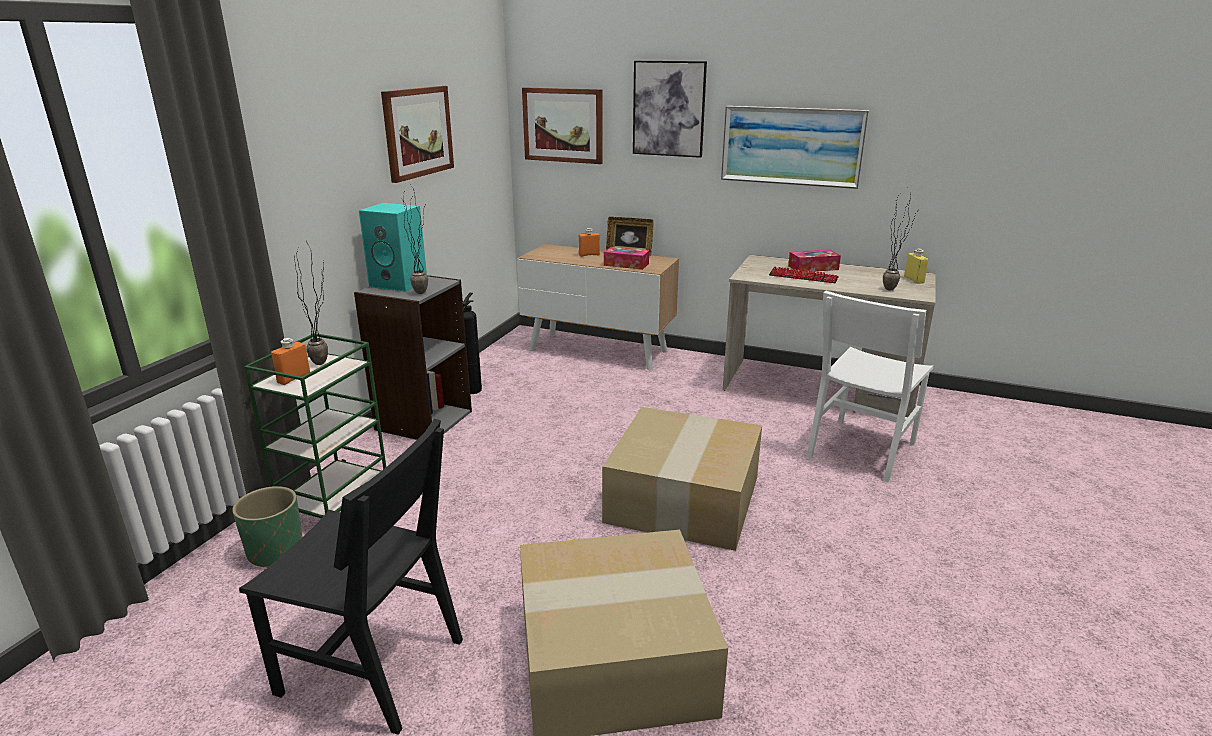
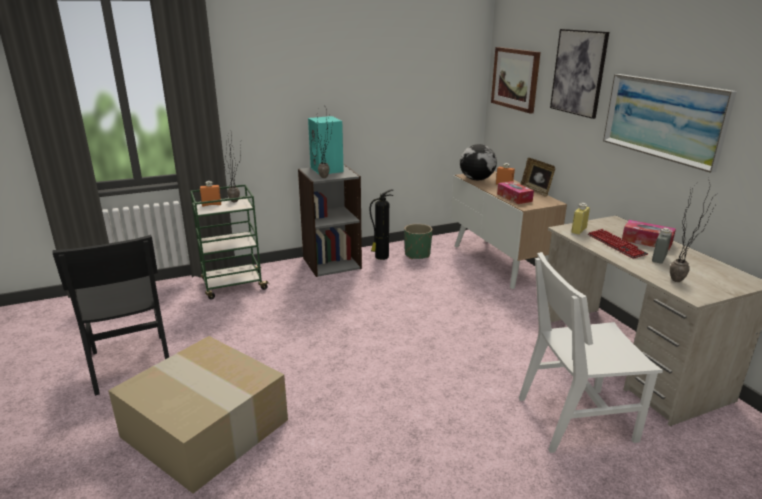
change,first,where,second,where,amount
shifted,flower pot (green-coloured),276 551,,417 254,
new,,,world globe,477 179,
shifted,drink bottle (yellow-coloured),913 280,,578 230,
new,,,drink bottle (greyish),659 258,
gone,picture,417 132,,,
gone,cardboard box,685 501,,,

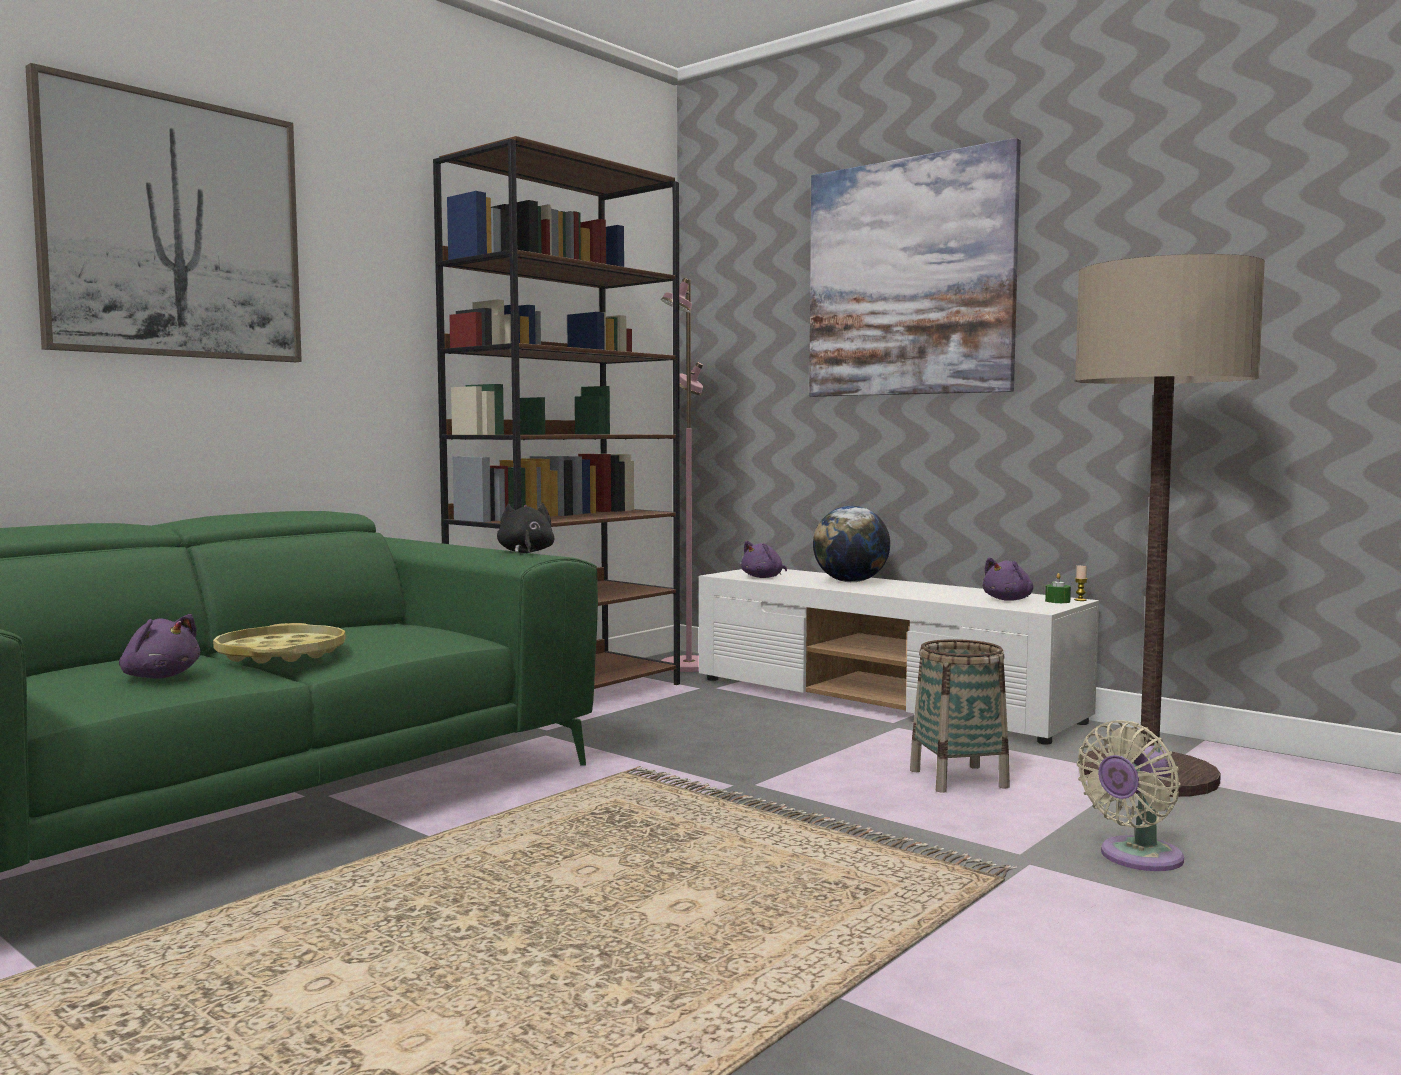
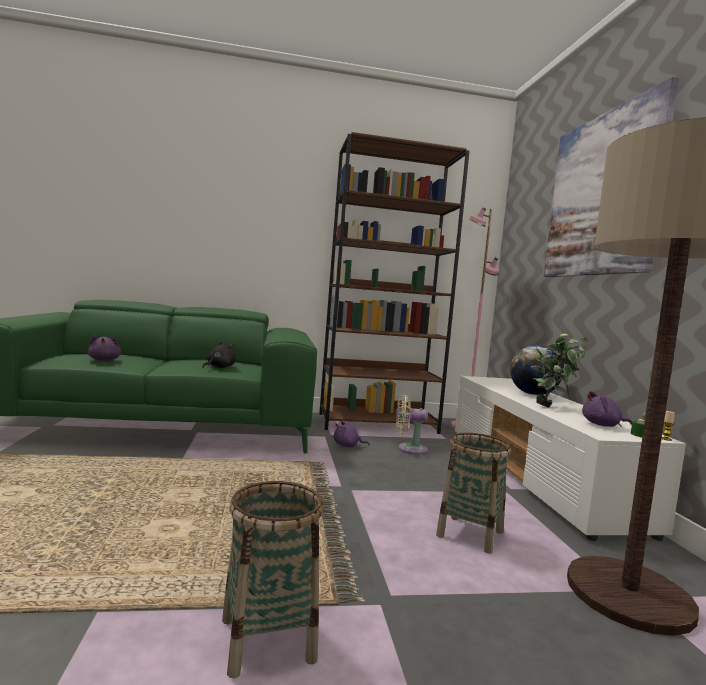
change,first,where,second,where,amount
shifted,cuddly toy (black-coloured),525 552,,219 367,
new,,,storage basket,268 639,
shifted,cuddly toy (purple),764 577,,347 446,
shifted,fan (beige-coloured),1136 858,,409 449,
new,,,houseplant,553 407,
gone,picture,173 228,,,
gone,serving tray (yellow-coloured),281 654,,,

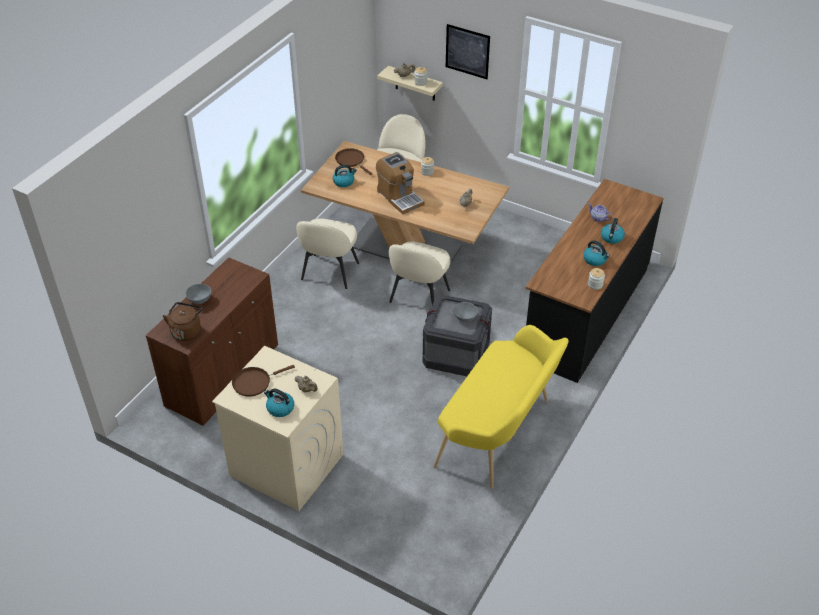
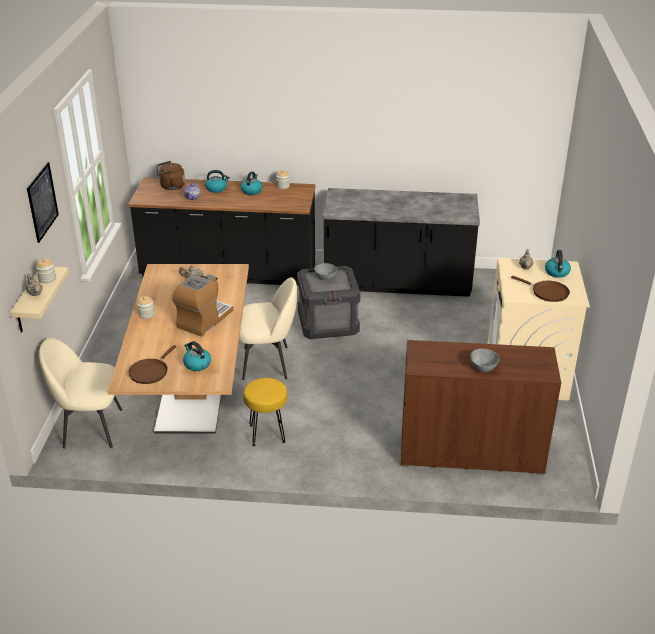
change,first,where,second,where,amount
shifted,kettle (brownish),186 331,,171 186,
swapped,plain chair (beige-coloured),329 272,stool seat (yellow-coloured),267 434,
swapped,bench (yellow-coloured),499 434,kitchen base unit (black-coloured),397 284,

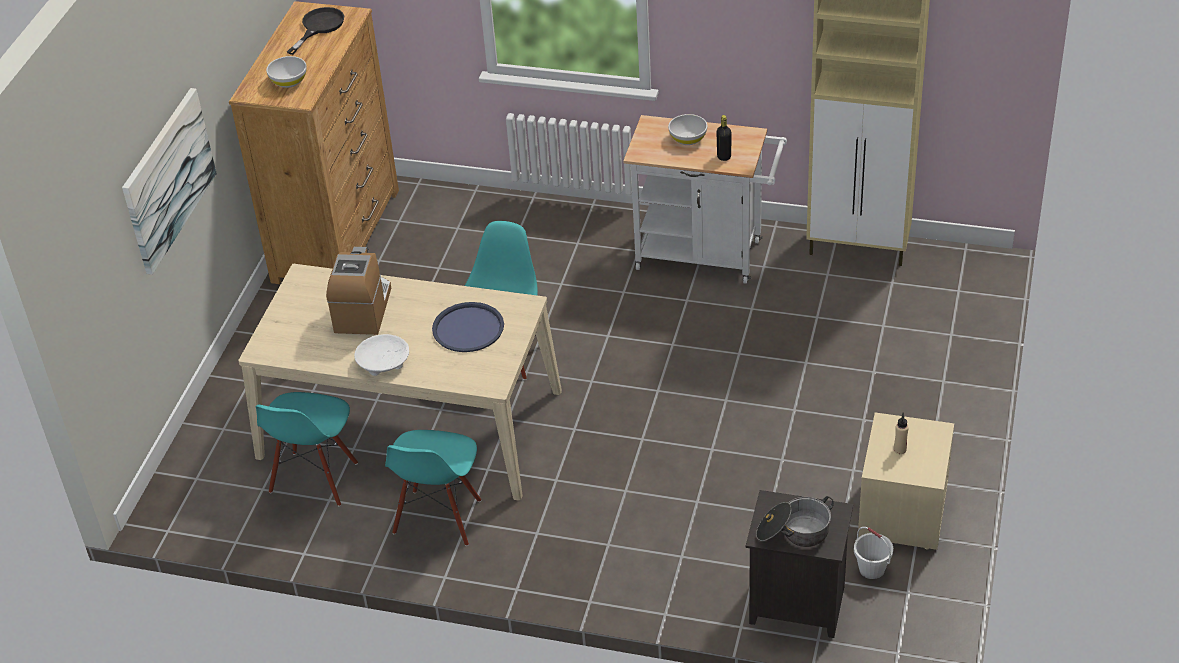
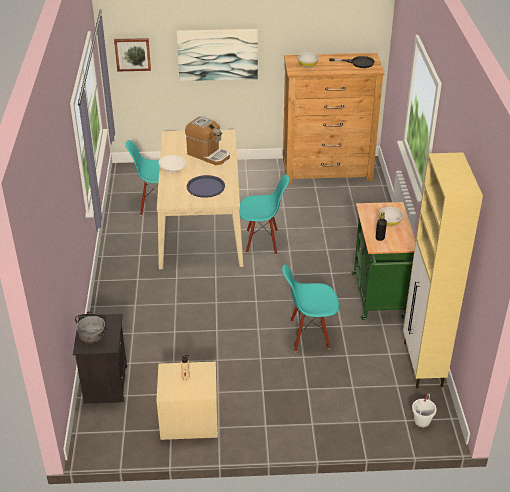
change,first,where,second,where,amount
new,,,picture,132 54,
rotated,coffee machine,363 310,,208 155,45 degrees clockwise
shifted,plain chair (blue-green),438 518,,309 335,
repainted,trolley (white),707 255,trolley (green-coloured),379 299,
shifted,water bucket (white),872 569,,422 421,

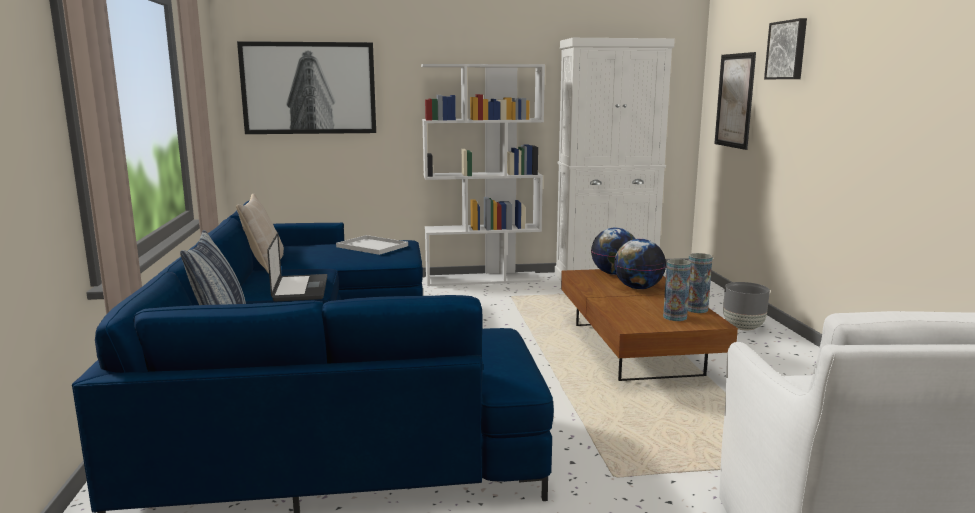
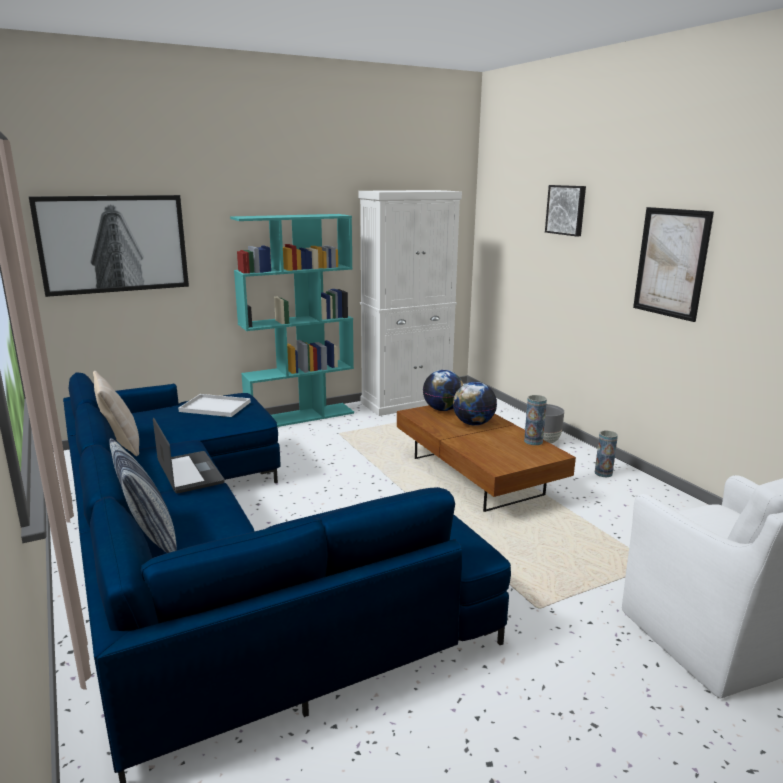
change,first,where,second,where,amount
repainted,bookcase (white),483 279,bookcase (blue-green),300 416,
shifted,flower vase,675 317,,603 473,
shifted,picture,735 100,,671 263,

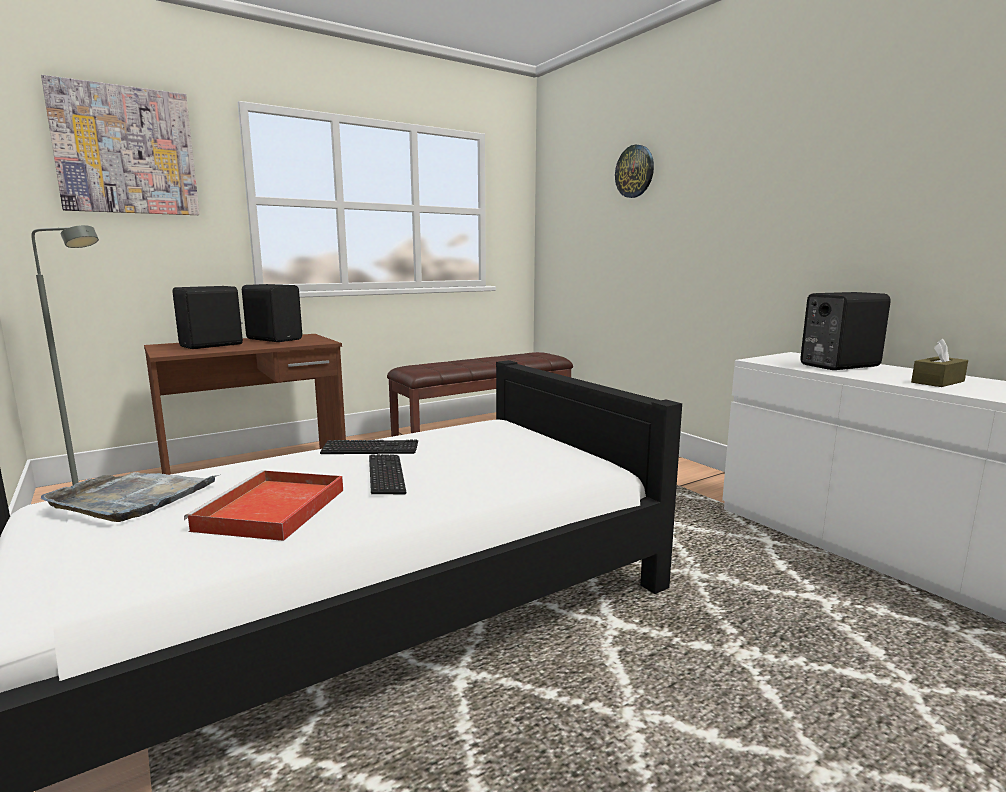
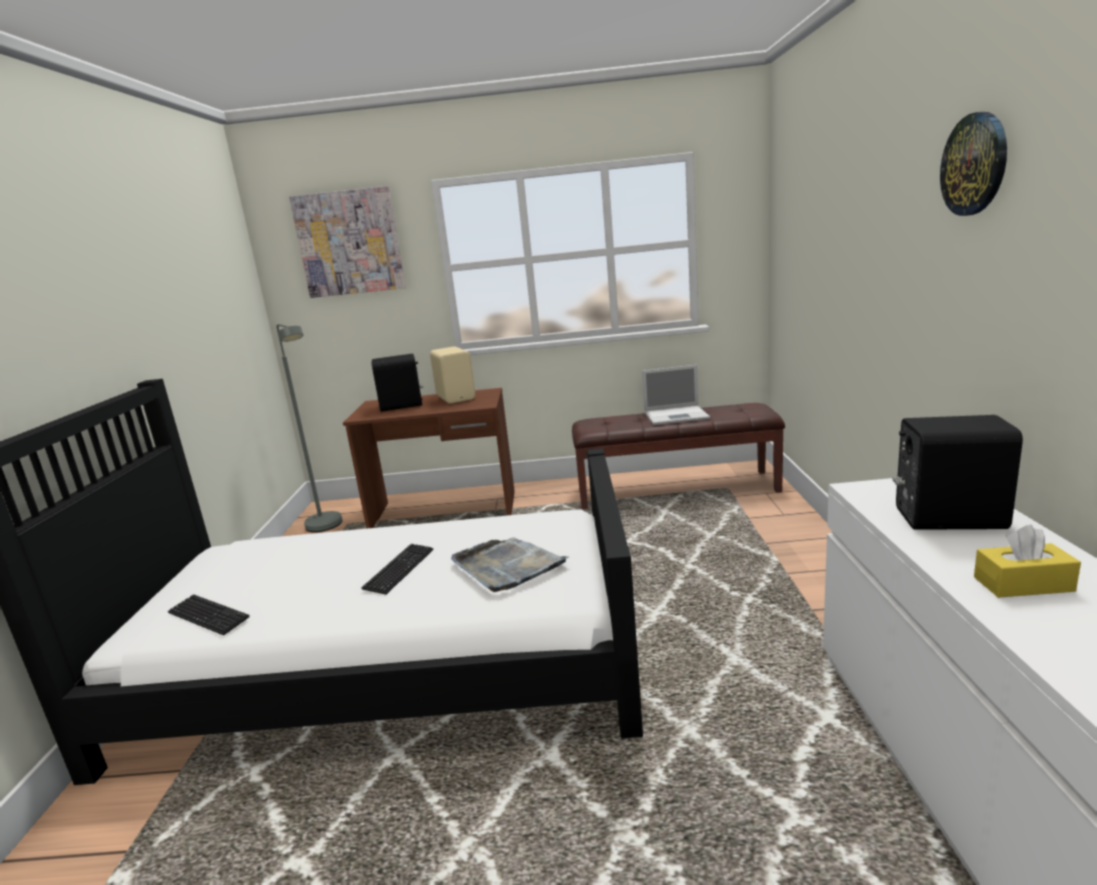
change,first,where,second,where,amount
shifted,computer keyboard,370 449,,208 616,
repainted,loudspeaker (black-coloured),275 339,loudspeaker (beige-coloured),457 397,
shifted,serving tray (greyish),132 498,,507 566,
new,,,laptop,677 415,
shifted,wall clock,635 171,,974 164,
repainted,box of tissues (brownish),937 382,box of tissues (yellow-coloured),1023 584,
gone,serving tray (red),271 510,,,

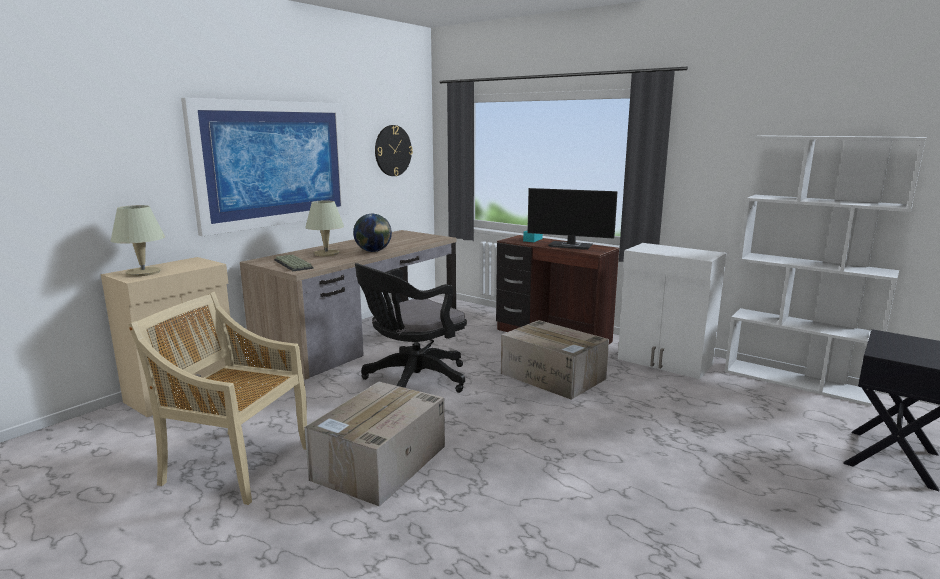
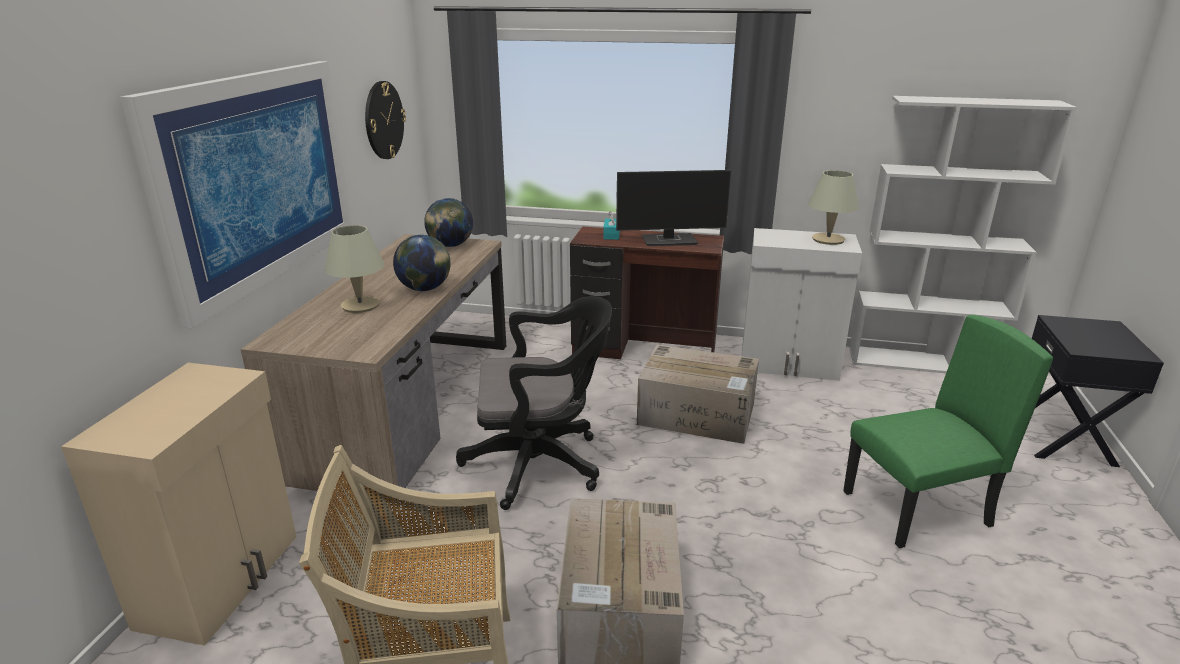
change,first,where,second,where,amount
new,,,world globe,450 245,
rotated,computer chair (black-coloured),412 380,,541 464,120 degrees counterclockwise
shifted,table lamp (beige-coloured),143 272,,827 239,
new,,,plain chair (green-coloured),917 509,
gone,computer keyboard,294 264,,,

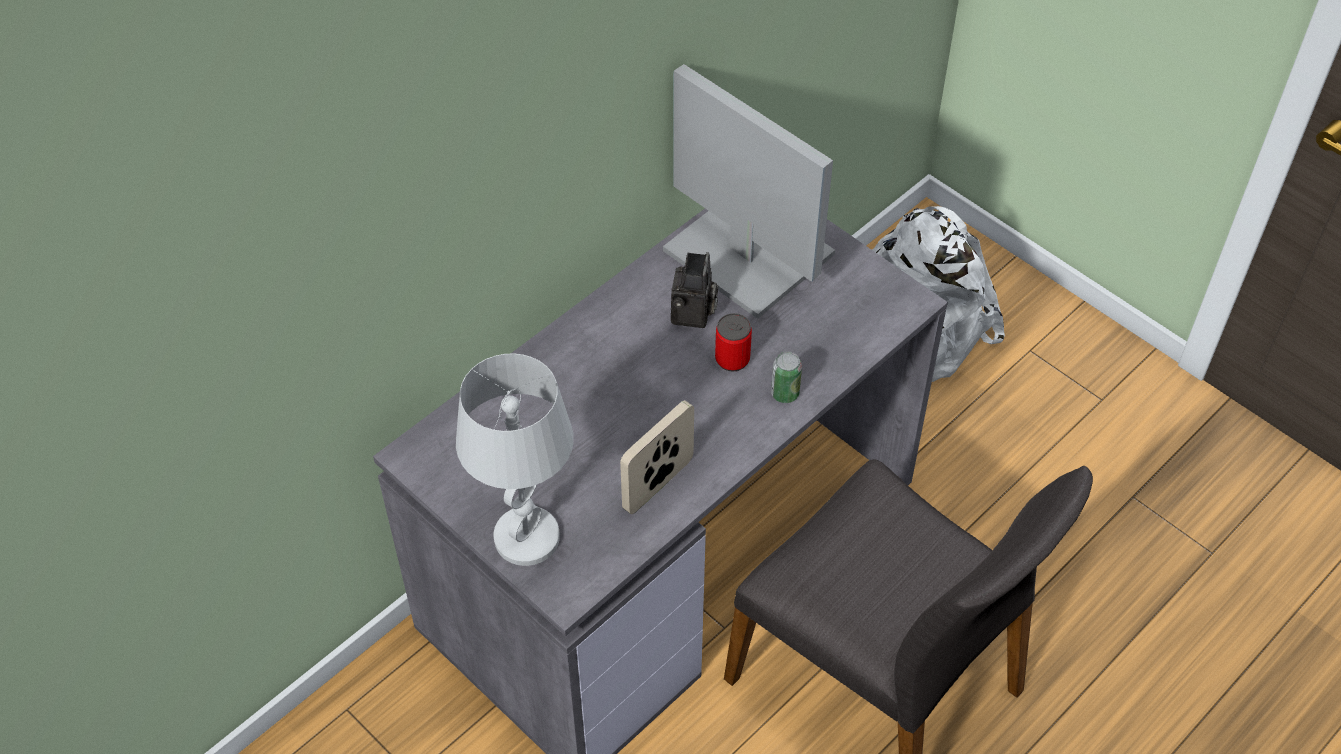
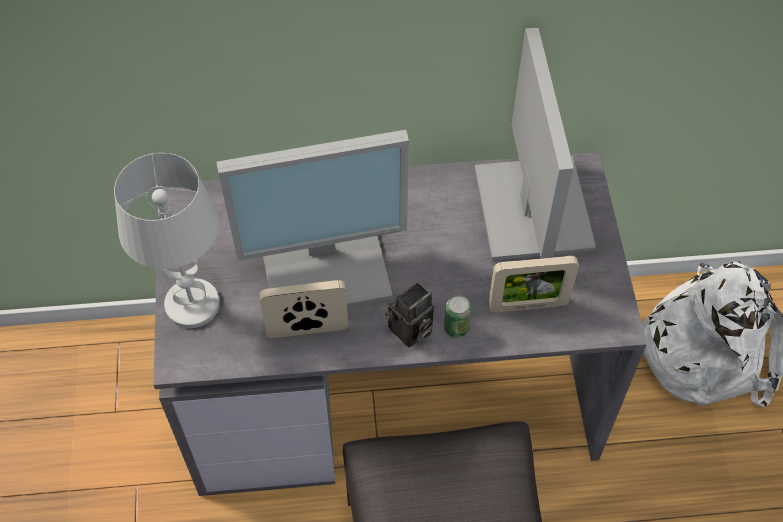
change,first,where,second,where,amount
new,,,monitor,326 262,
shifted,photo camera,693 315,,410 331,
new,,,standing frame,528 305,
gone,can,732 359,,,

